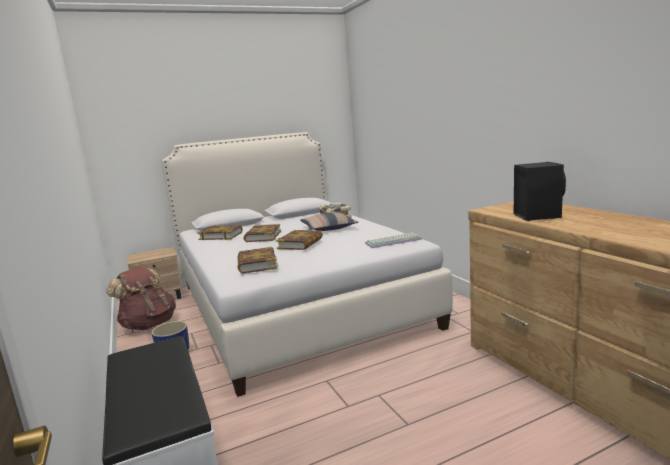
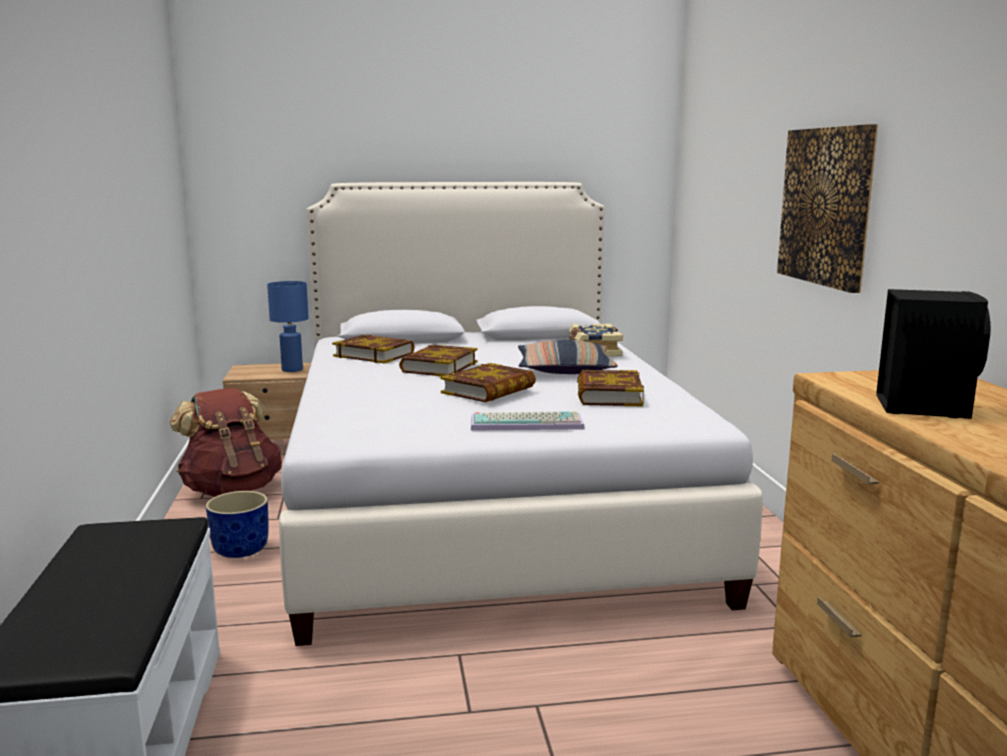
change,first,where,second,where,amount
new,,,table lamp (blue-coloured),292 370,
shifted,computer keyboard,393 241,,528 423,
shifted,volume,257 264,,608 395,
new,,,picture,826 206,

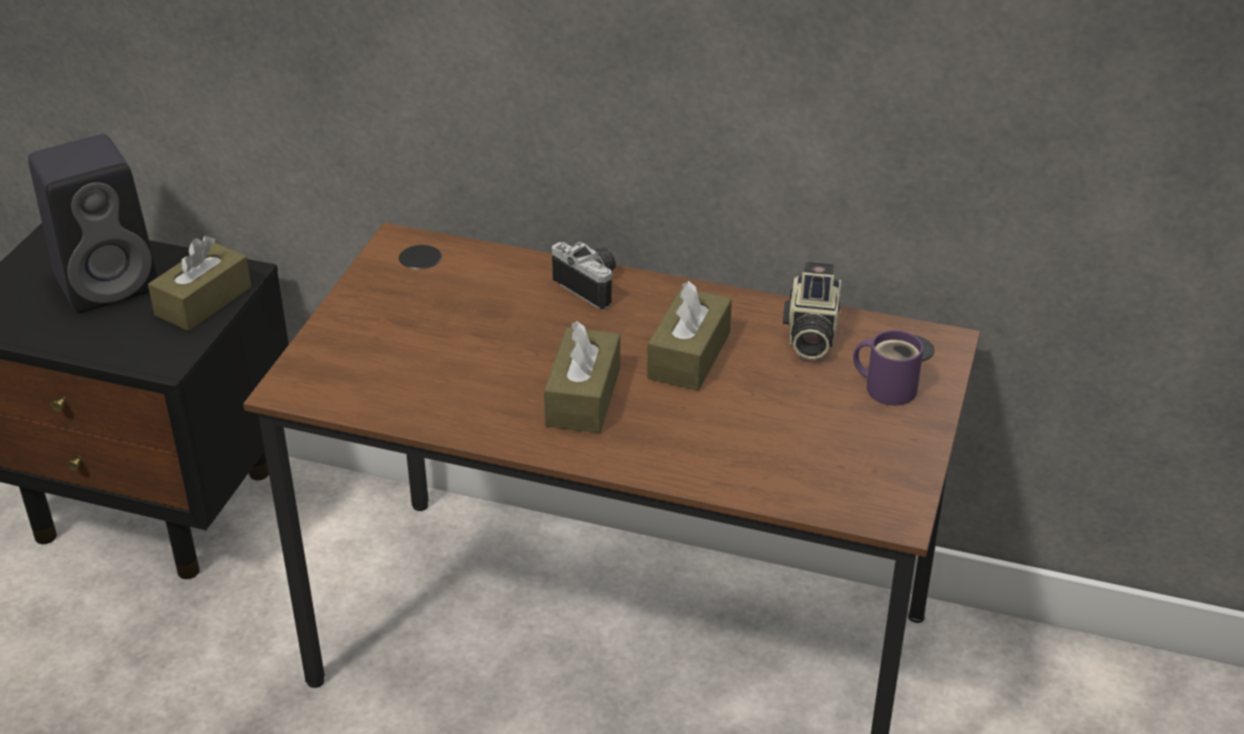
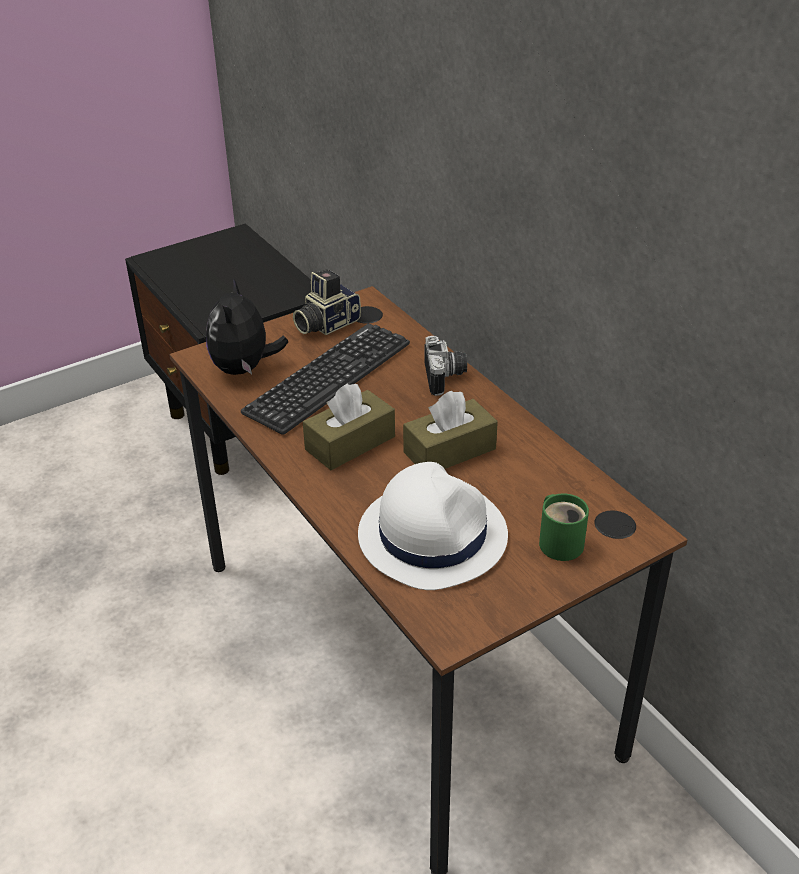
change,first,where,second,where,amount
new,,,cuddly toy,244 369,
new,,,computer keyboard,328 378,
shifted,photo camera,810 335,,325 324,
new,,,hat (white),432 534,
repainted,coffee mug (purple),887 387,coffee mug (green-coloured),560 541,
gone,loudspeaker (black-coloured),110 282,,,
gone,box of tissues (brownish),203 301,,,

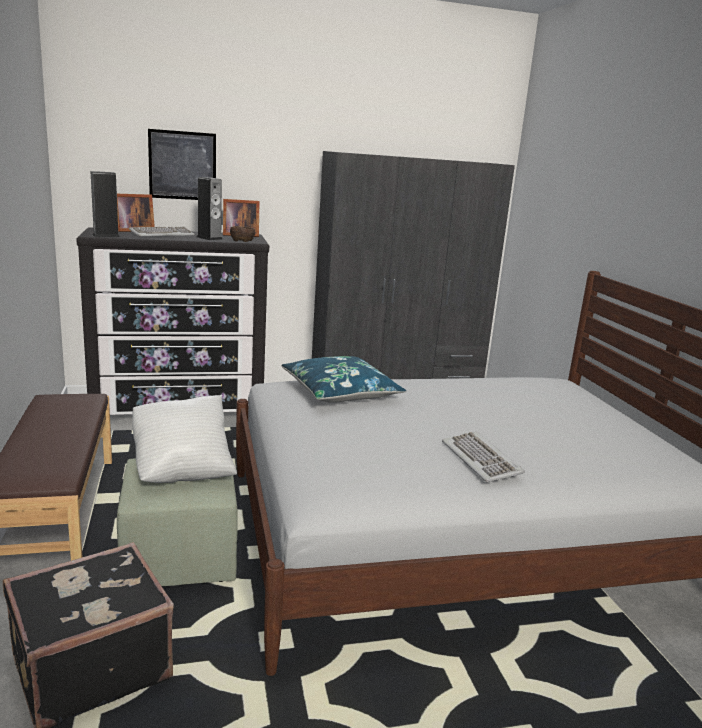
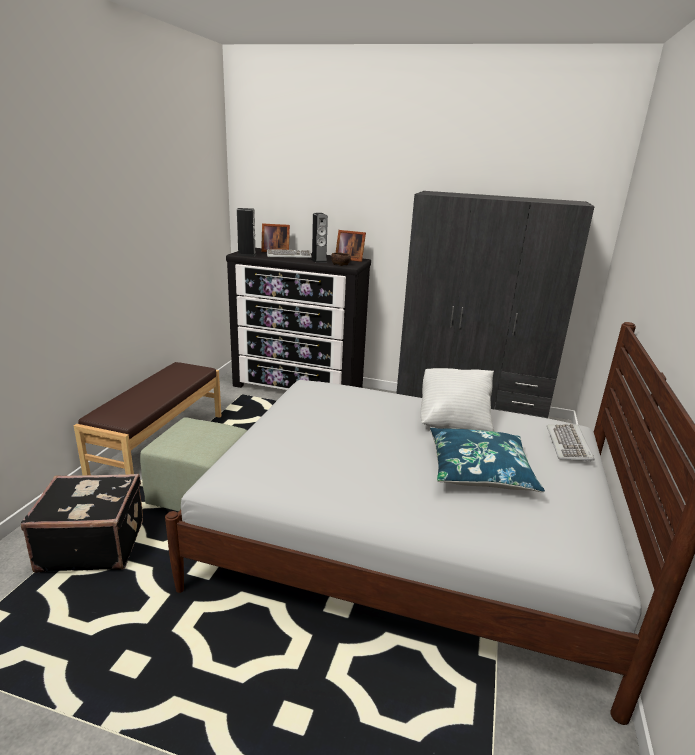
change,first,where,second,where,amount
shifted,pillow (white),183 469,,454 422,
shifted,pillow (blue-coloured),340 392,,479 470,
shifted,computer keyboard,481 460,,569 445,
gone,picture,182 165,,,

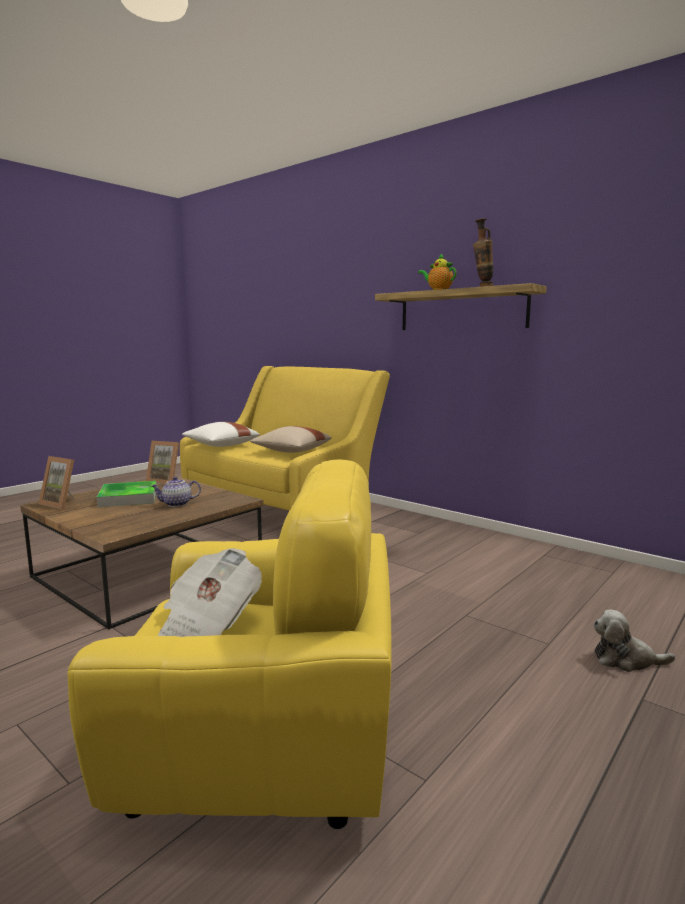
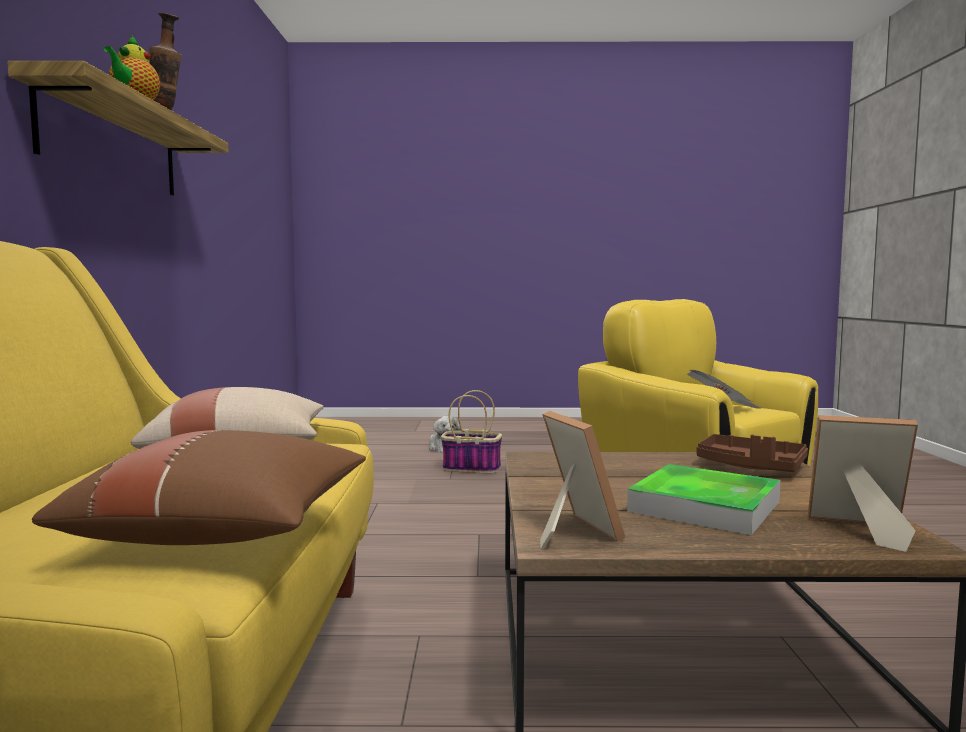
change,first,where,second,where,amount
repainted,pillow (white),221 446,pillow (brownish),227 532,
new,,,storage basket,470 468,
new,,,serving tray (brownish),750 467,
rotated,standing frame,62 503,,859 530,60 degrees counterclockwise
gone,tea pot,176 504,,,

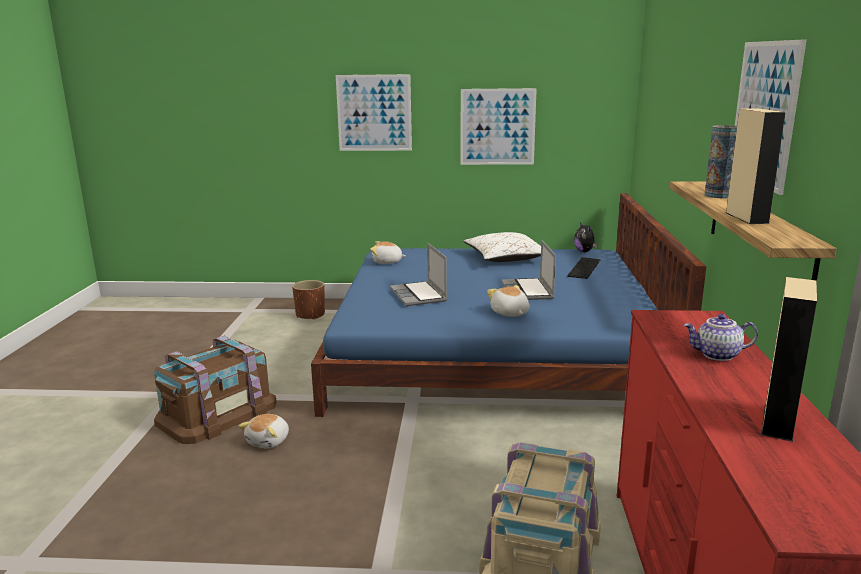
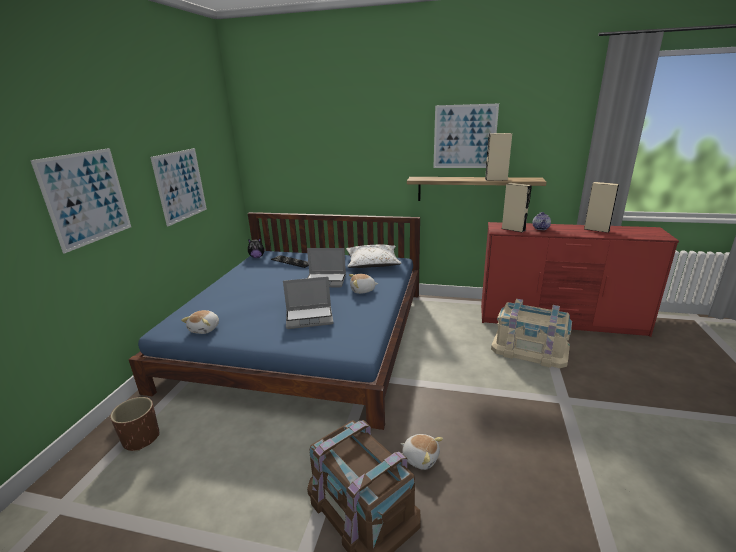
change,first,where,second,where,amount
shifted,pillow (white),505 258,,372 264,
new,,,loudspeaker (beige-coloured),513 229,
gone,flower vase,718 195,,,

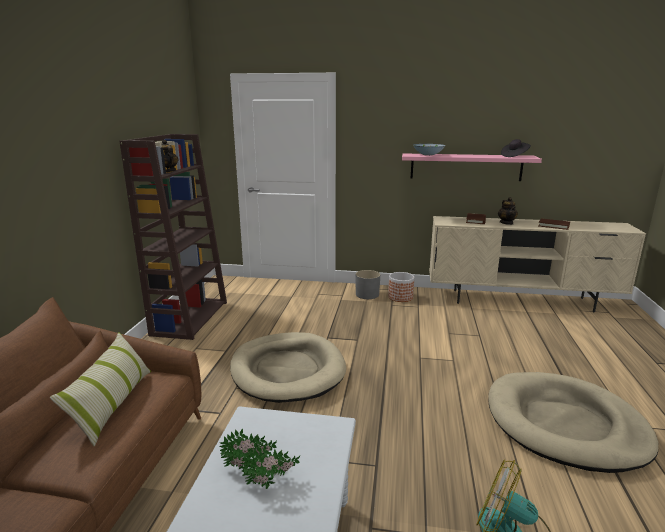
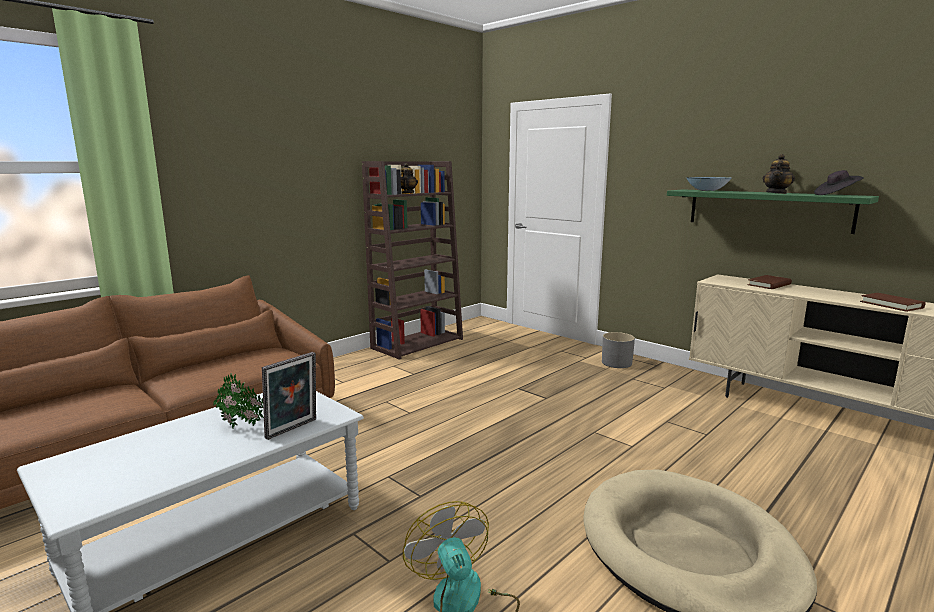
change,first,where,second,where,amount
new,,,standing frame,293 429,
repainted,wall shelf (pink),465 167,wall shelf (green-coloured),767 210,
shifted,tea pot,506 223,,776 193,
gone,pillow,113 404,,,
gone,dog bed (beige-coloured),287 370,,,
gone,flower pot,400 297,,,

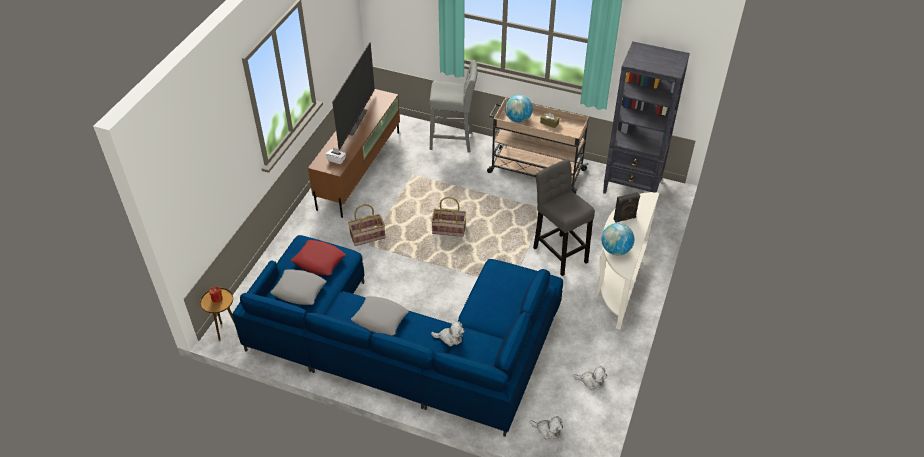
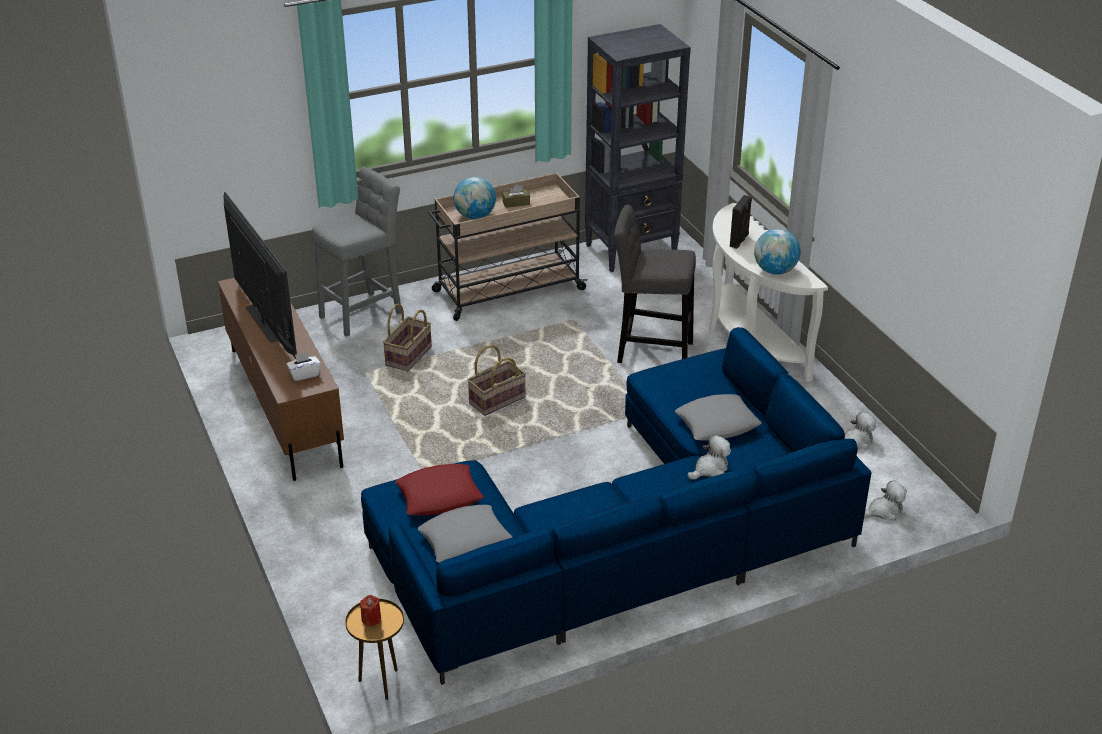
change,first,where,second,where,amount
shifted,storage basket,367 237,,409 356,
shifted,pillow (greyish),380 319,,717 424,

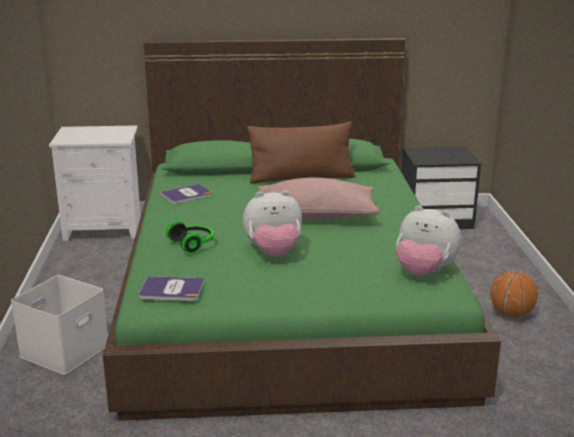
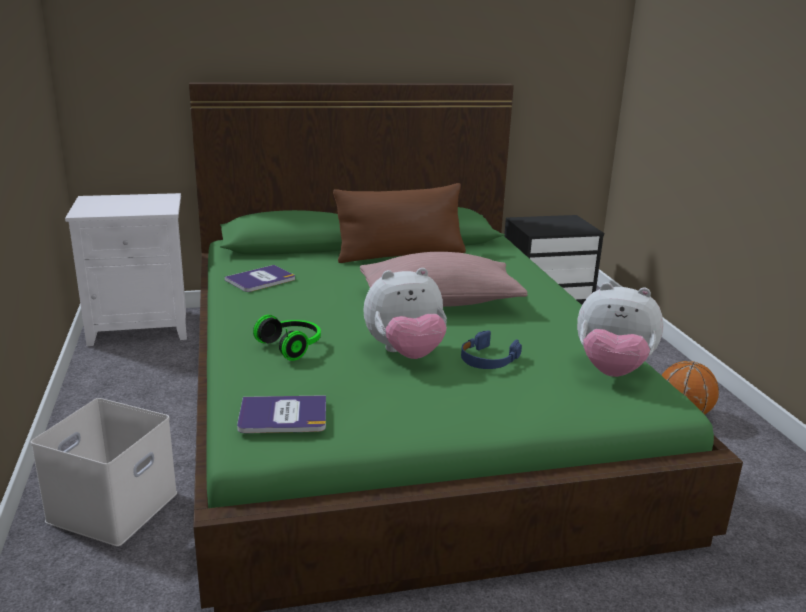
change,first,where,second,where,amount
new,,,headset (blue-coloured),487 359,

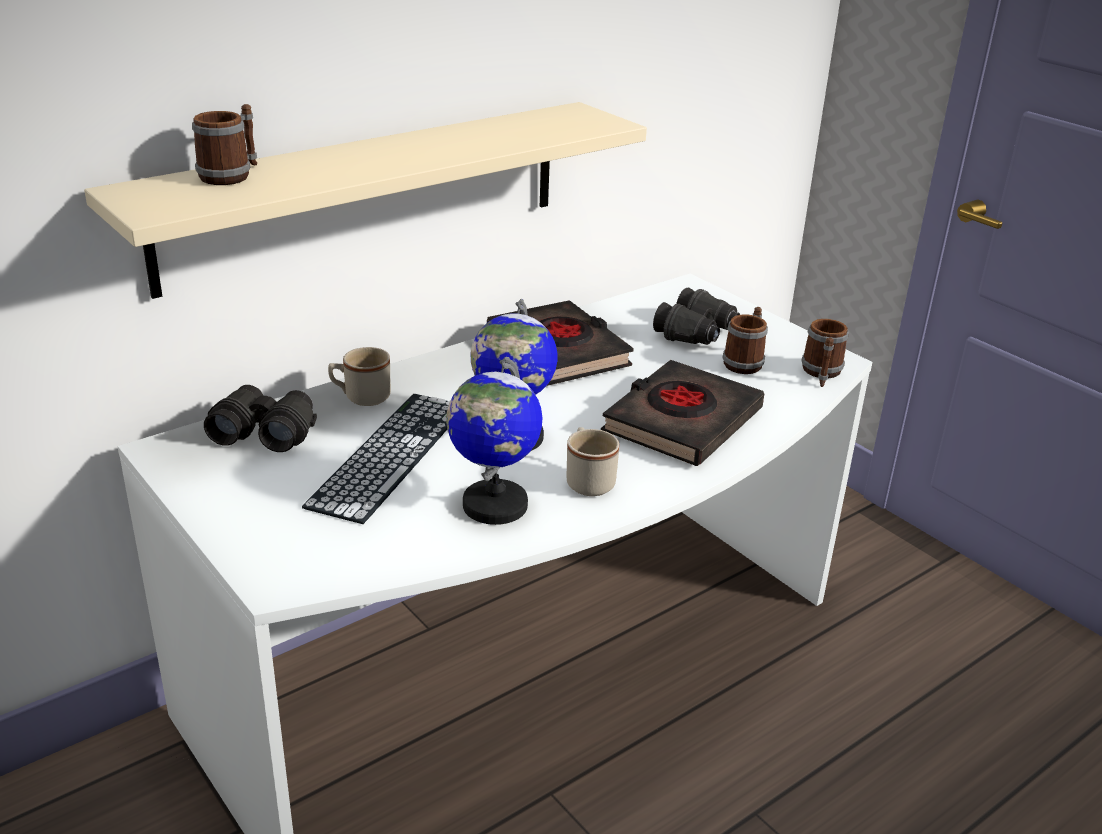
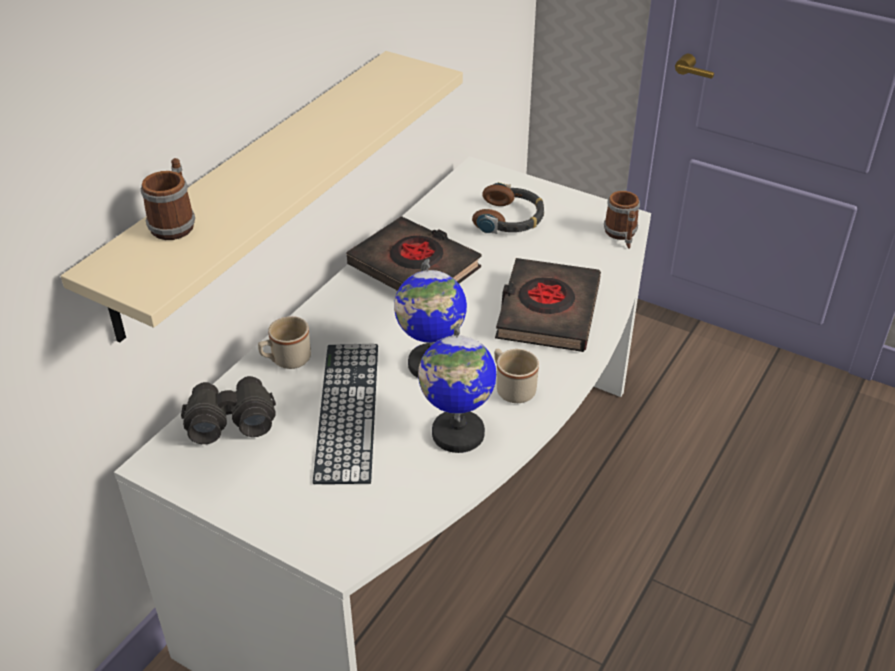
change,first,where,second,where,amount
swapped,field glasses (black-coloured),697 333,headset,510 219,
gone,coffee mug,745 362,,,

